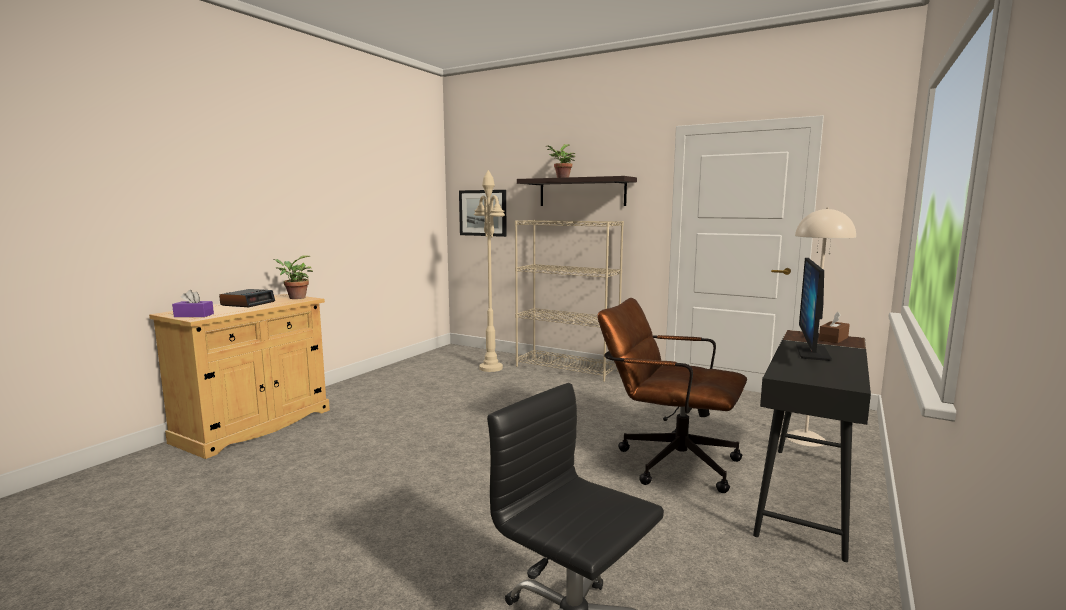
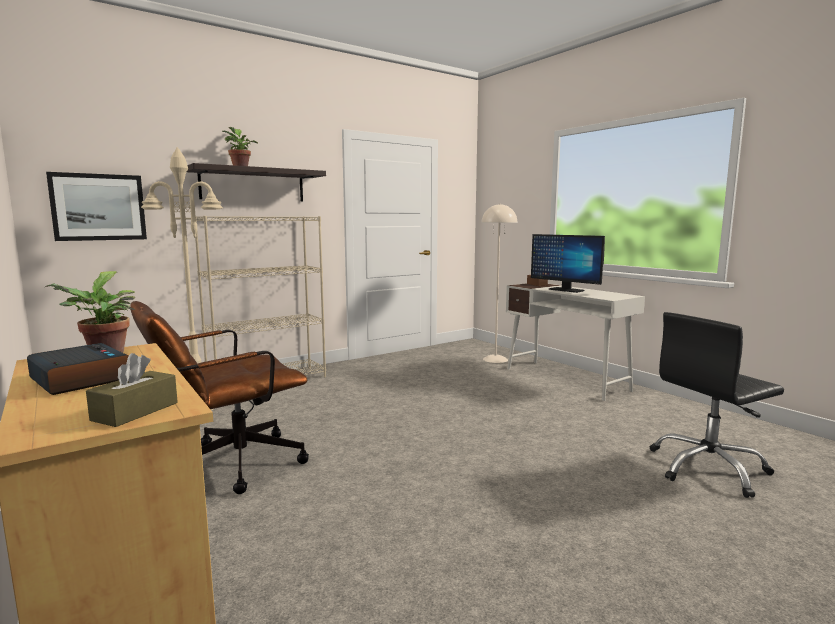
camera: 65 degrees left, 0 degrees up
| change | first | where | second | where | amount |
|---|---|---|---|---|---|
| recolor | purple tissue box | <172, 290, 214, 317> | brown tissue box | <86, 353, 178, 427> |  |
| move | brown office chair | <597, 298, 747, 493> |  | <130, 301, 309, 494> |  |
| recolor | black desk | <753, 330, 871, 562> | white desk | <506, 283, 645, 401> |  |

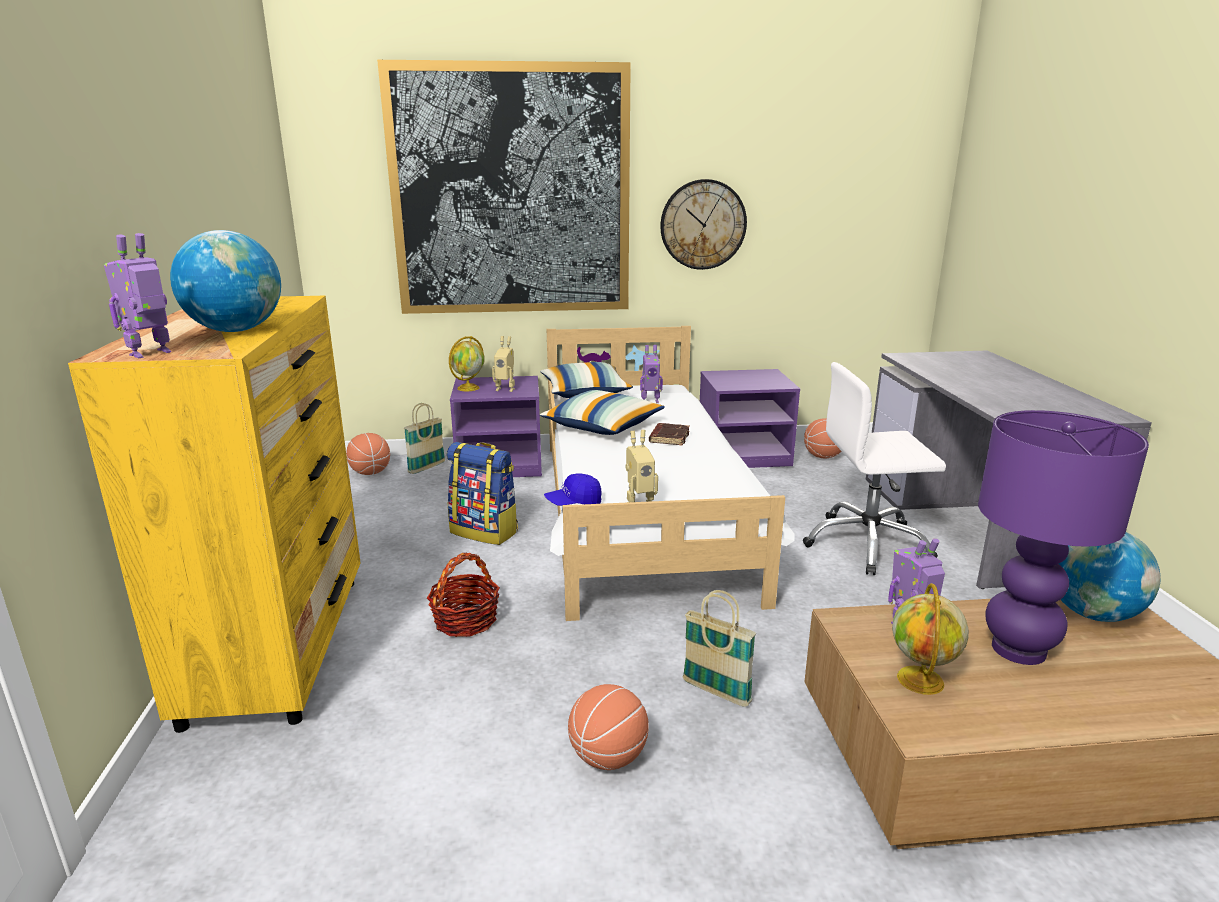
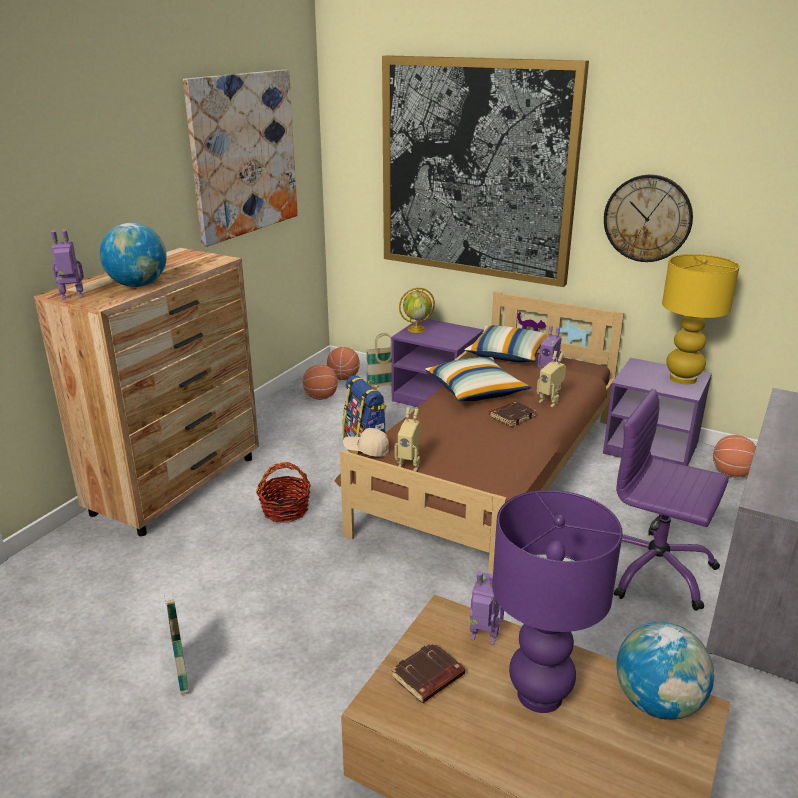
camera: 35 degrees right, 5 degrees up
| change | first | where | second | where | amount |
|---|---|---|---|---|---|
| recolor | yellow dresser | <68, 295, 361, 733> | brown dresser | <34, 248, 259, 536> |  |
| move | basket | <683, 590, 756, 707> |  | <164, 593, 189, 694> |  |
| insert |  |  | picture | <183, 70, 298, 247> |  |
| move | basketball | <568, 684, 649, 770> |  | <303, 365, 338, 400> |  |
| recolor | white bed | <546, 326, 795, 621> | brown bed | <334, 291, 624, 574> |  |
| recolor | blue cap | <544, 473, 601, 506> | beige cap | <343, 428, 389, 457> |  |
| replace | globe | <892, 583, 969, 695> | brown book | <391, 642, 465, 703> |  |
| move | toy robot | <492, 336, 515, 392> |  | <537, 351, 566, 407> |  |
| recolor | white office chair | <803, 362, 946, 575> | purple office chair | <614, 389, 729, 611> |  |
| insert |  |  | yellow table lamp | <662, 254, 740, 384> |  |

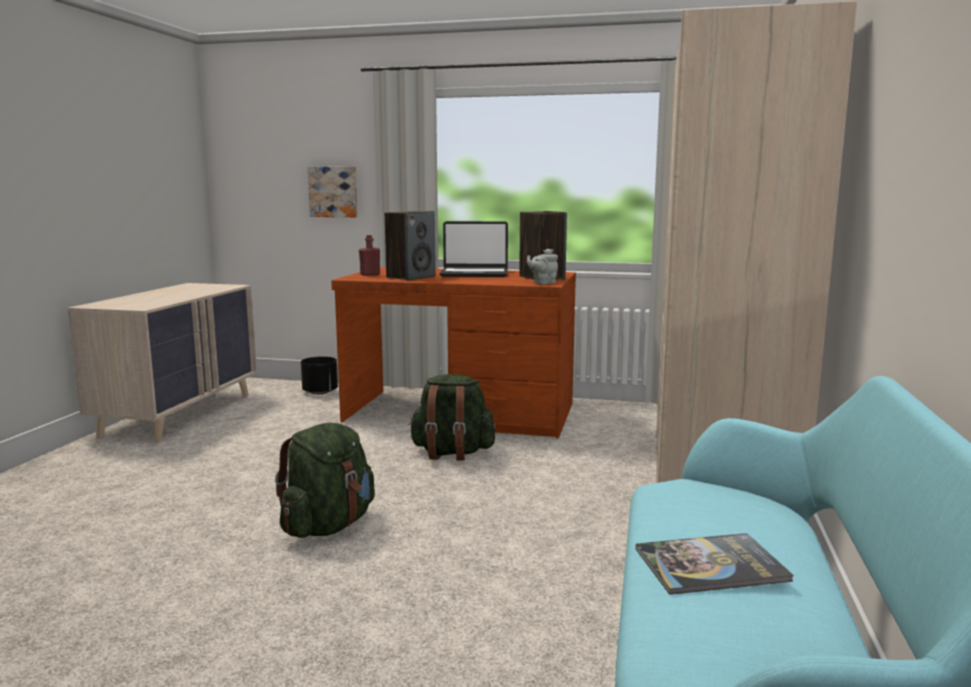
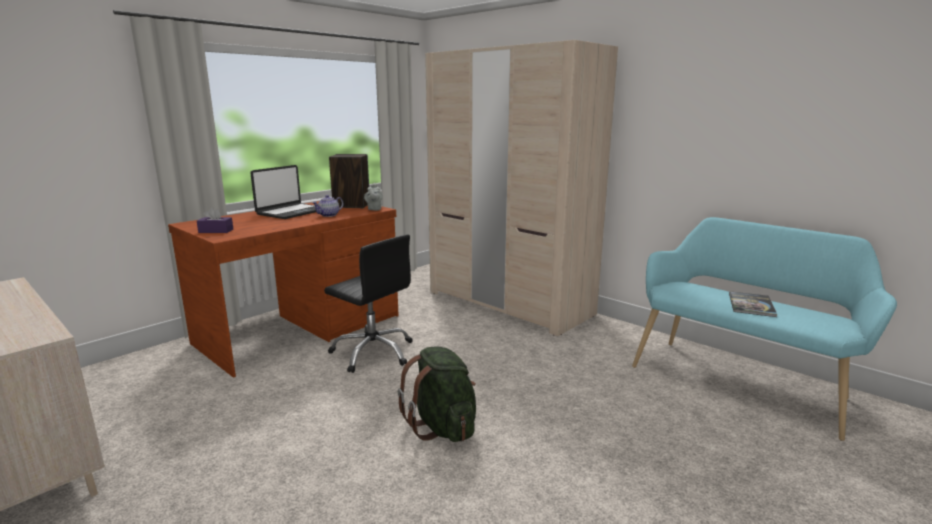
camera: 60 degrees left, 5 degrees up
| change | first | where | second | where | amount |
|---|---|---|---|---|---|
| replace | red bottle | <359, 235, 380, 276> | purple tissue box | <197, 207, 233, 233> |  |
| insert |  |  | teapot | <312, 195, 344, 217> |  |
| replace | green backpack | <409, 374, 496, 461> | black office chair | <324, 234, 413, 373> |  |
| delete | black planter | <301, 356, 338, 395> |  |  |  |
| delete | picture | <307, 166, 358, 217> |  |  |  |
| delete | speaker | <385, 211, 436, 281> |  |  |  |

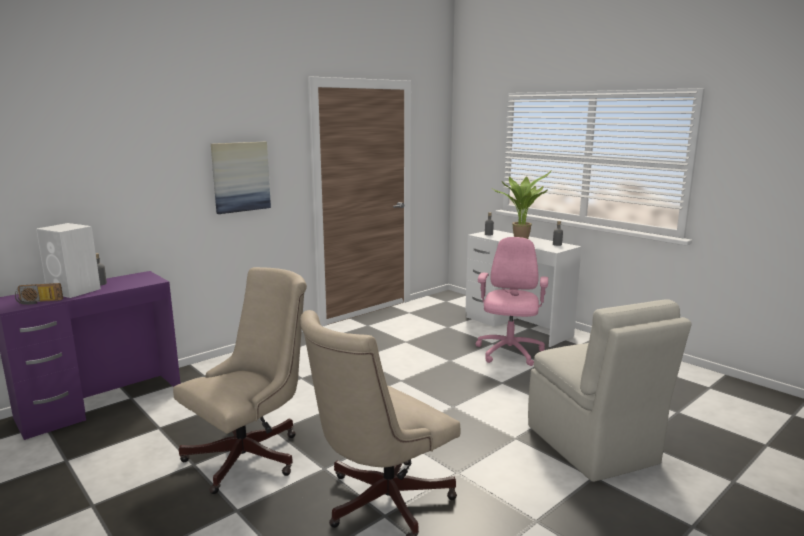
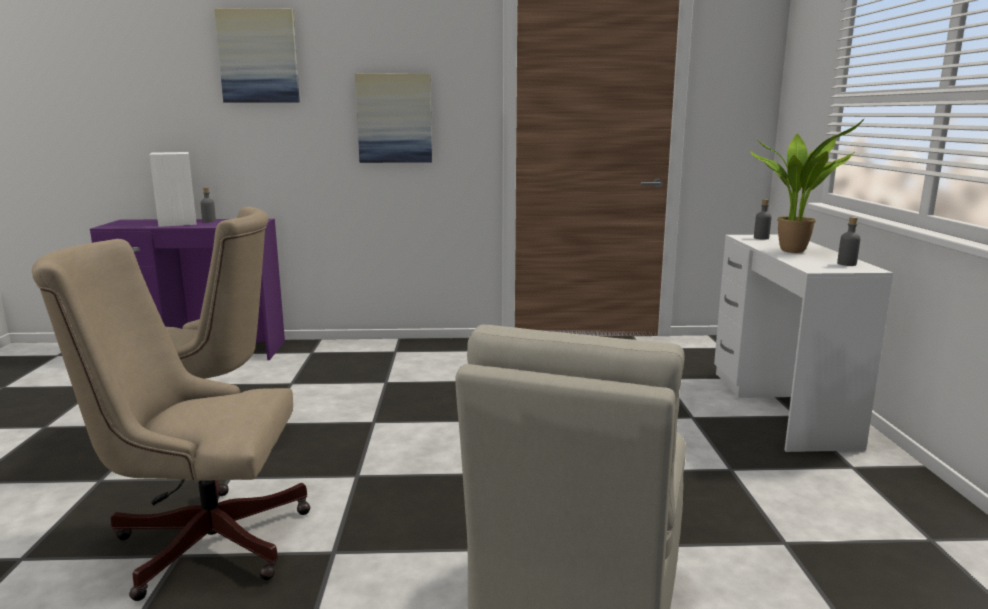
camera: 40 degrees right, 0 degrees up
| change | first | where | second | where | amount |
|---|---|---|---|---|---|
| insert |  |  | picture | <214, 8, 300, 103> |  |
| delete | radio | <15, 283, 63, 305> |  |  |  |
| delete | pink office chair | <476, 237, 548, 366> |  |  |  |

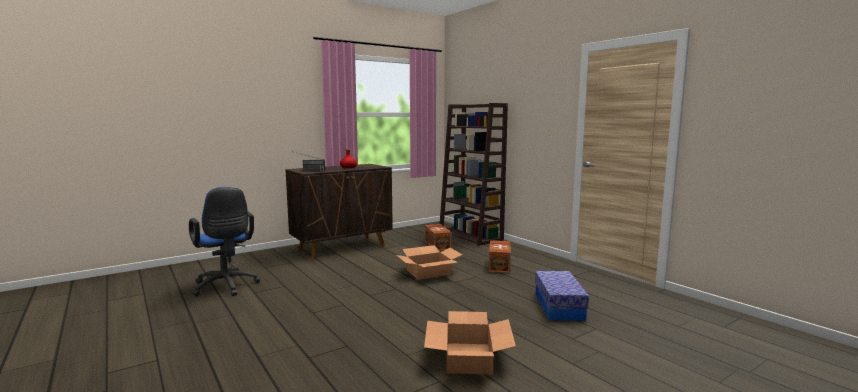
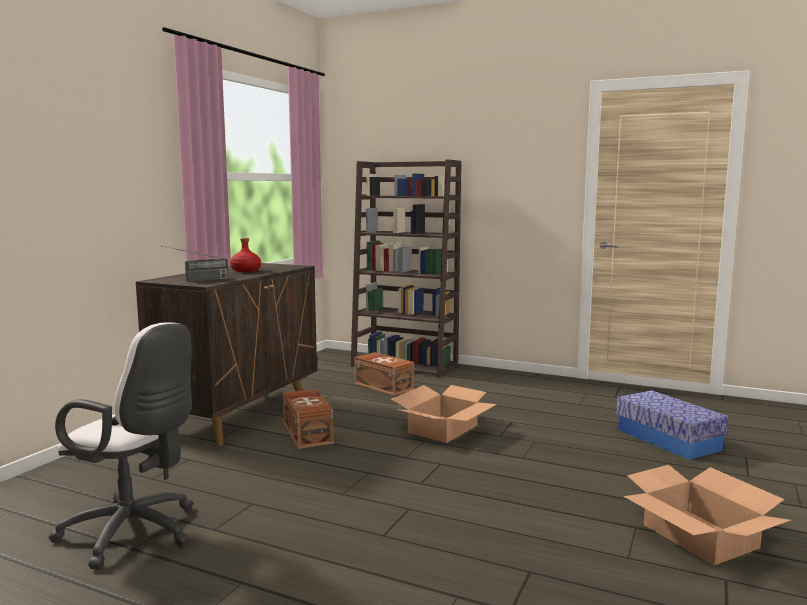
camera: 30 degrees left, 0 degrees up
| change | first | where | second | where | amount |
|---|---|---|---|---|---|
| recolor | blue office chair | <189, 187, 260, 296> | white office chair | <49, 322, 193, 569> |  |
| move | brown storage box | <489, 240, 511, 273> |  | <283, 389, 334, 449> |  |

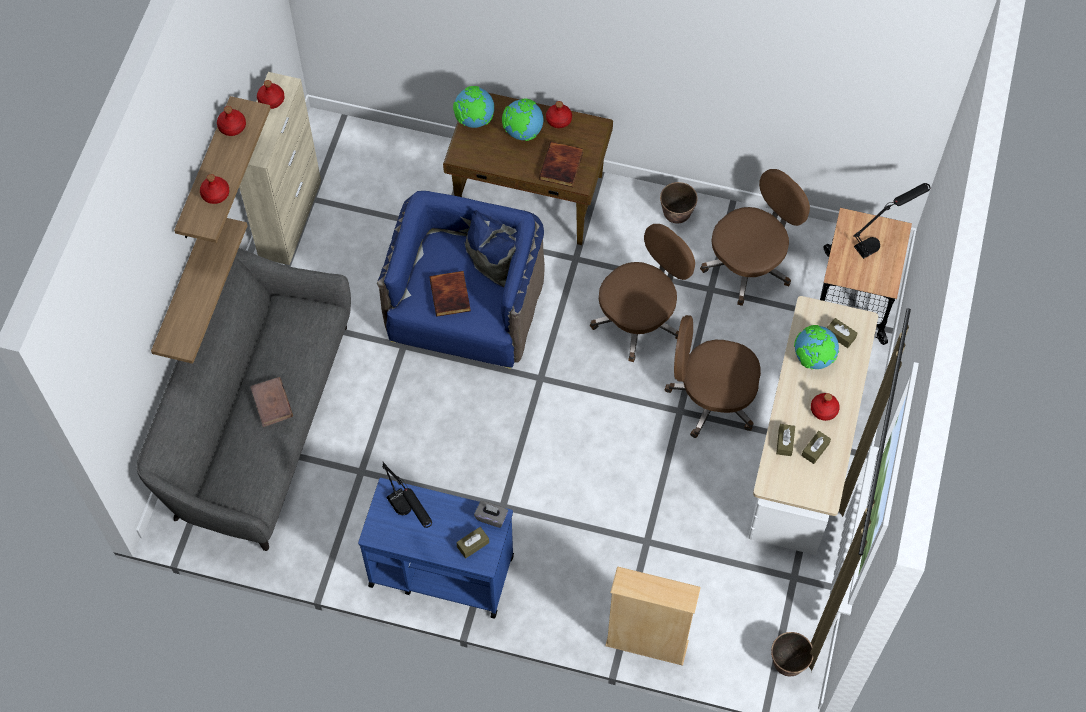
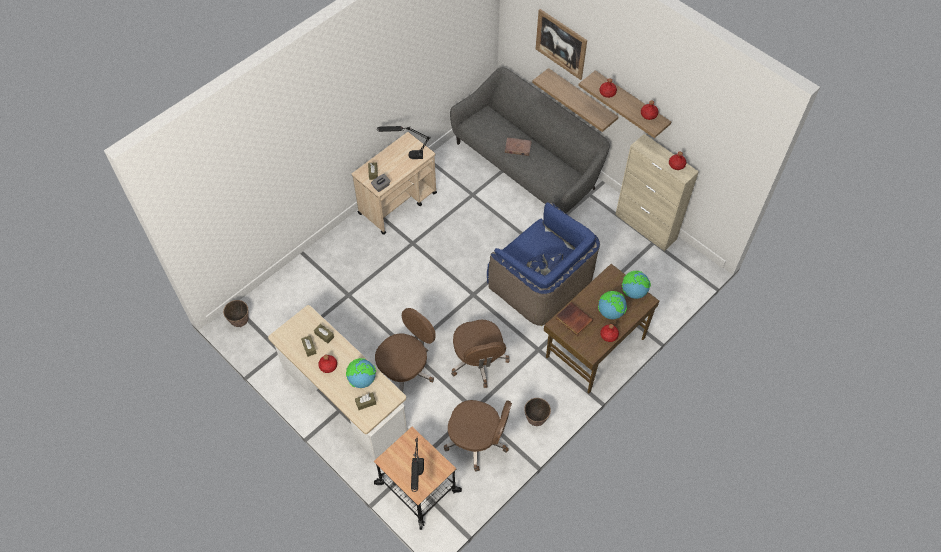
camera: 120 degrees right, 5 degrees down
| change | first | where | second | where | amount |
|---|---|---|---|---|---|
| recolor | blue cart | <358, 478, 514, 619> | beige cart | <352, 132, 437, 235> |  |
| rotate | brown office chair | <700, 169, 810, 306> |  | <444, 400, 512, 471> | 60 degrees counterclockwise |
| insert |  |  | picture | <536, 9, 587, 80> |  |
| delete | book | <429, 271, 471, 317> |  |  |  |
| delete | beige bookcase | <605, 566, 701, 666> |  |  |  |

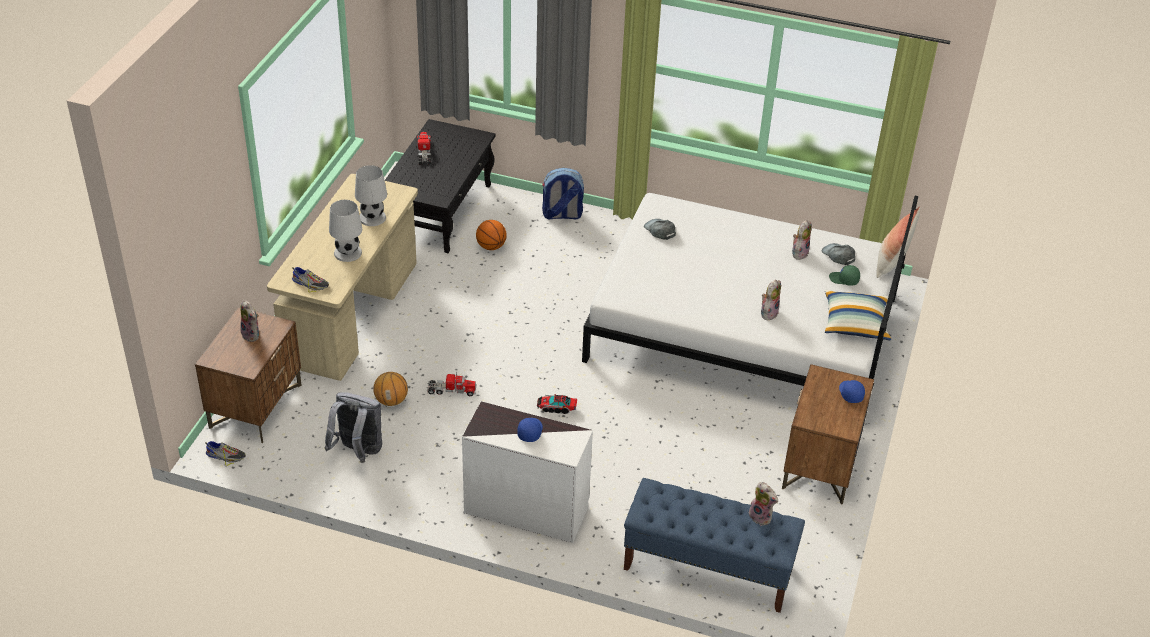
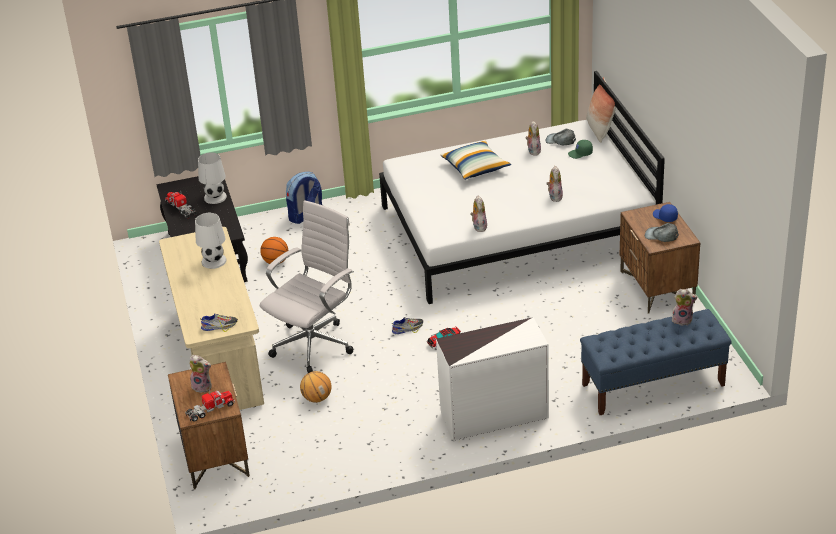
camera: 30 degrees left, 5 degrees down
| change | first | where | second | where | amount |
|---|---|---|---|---|---|
| move | toy truck | <427, 372, 476, 396> |  | <185, 389, 235, 423> |  |
| move | white table lamp | <329, 200, 362, 262> |  | <198, 152, 227, 204> |  |
| insert |  |  | white office chair | <260, 200, 354, 373> |  |
| move | shoe | <205, 441, 246, 466> |  | <392, 317, 424, 334> |  |
| move | pillow | <825, 290, 891, 340> |  | <440, 140, 511, 180> |  |
| insert |  |  | plush toy | <470, 196, 487, 232> |  |
| move | grey cap | <644, 219, 676, 240> |  | <645, 223, 679, 242> |  |
| delete | grey backpack | <325, 392, 382, 463> |  |  |  |
| delete | blue cap | <517, 418, 543, 442> |  |  |  |

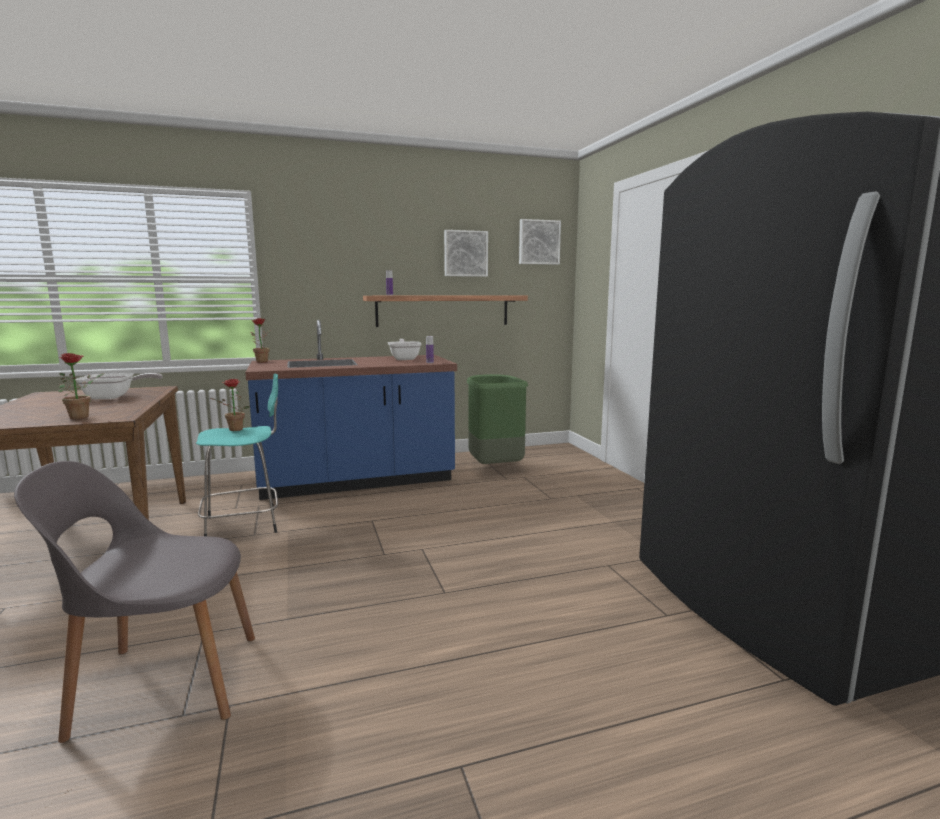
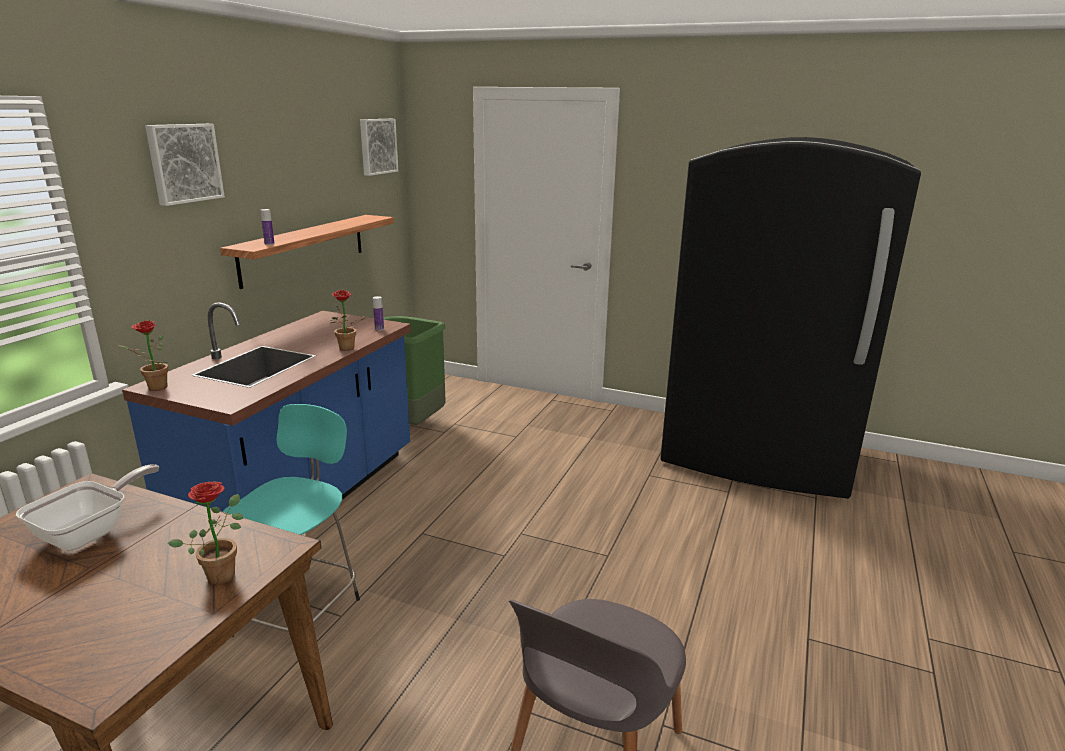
camera: 50 degrees left, 10 degrees up
| change | first | where | second | where | amount |
|---|---|---|---|---|---|
| move | picture | <444, 230, 488, 277> |  | <145, 124, 225, 206> |  |
| move | potted plant | <211, 379, 250, 431> |  | <330, 290, 365, 351> |  |
| delete | frying pan | <388, 339, 422, 360> |  |  |  |

